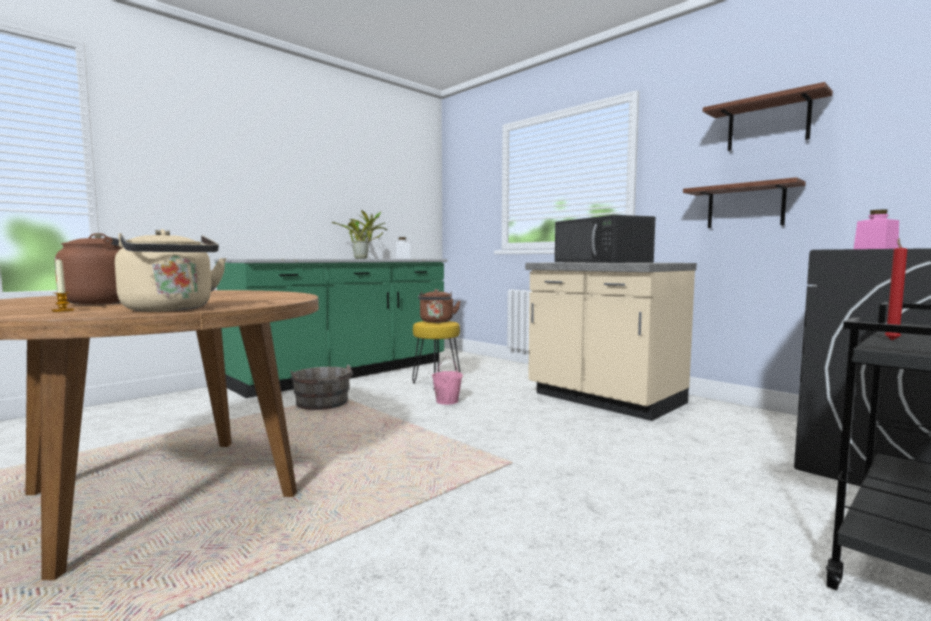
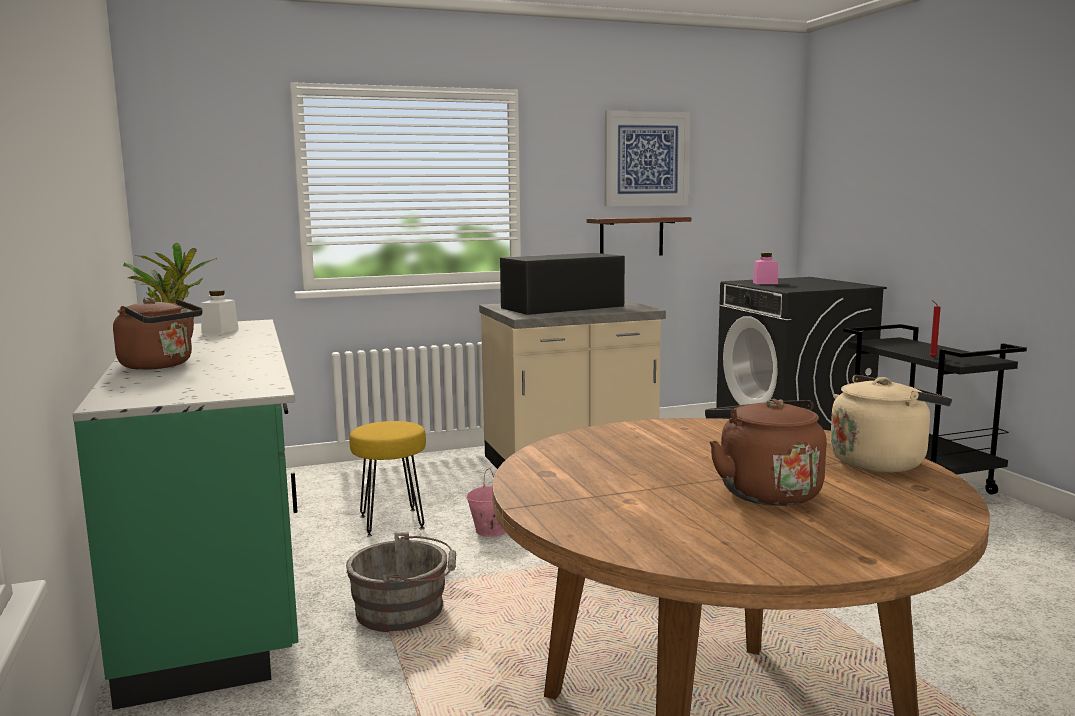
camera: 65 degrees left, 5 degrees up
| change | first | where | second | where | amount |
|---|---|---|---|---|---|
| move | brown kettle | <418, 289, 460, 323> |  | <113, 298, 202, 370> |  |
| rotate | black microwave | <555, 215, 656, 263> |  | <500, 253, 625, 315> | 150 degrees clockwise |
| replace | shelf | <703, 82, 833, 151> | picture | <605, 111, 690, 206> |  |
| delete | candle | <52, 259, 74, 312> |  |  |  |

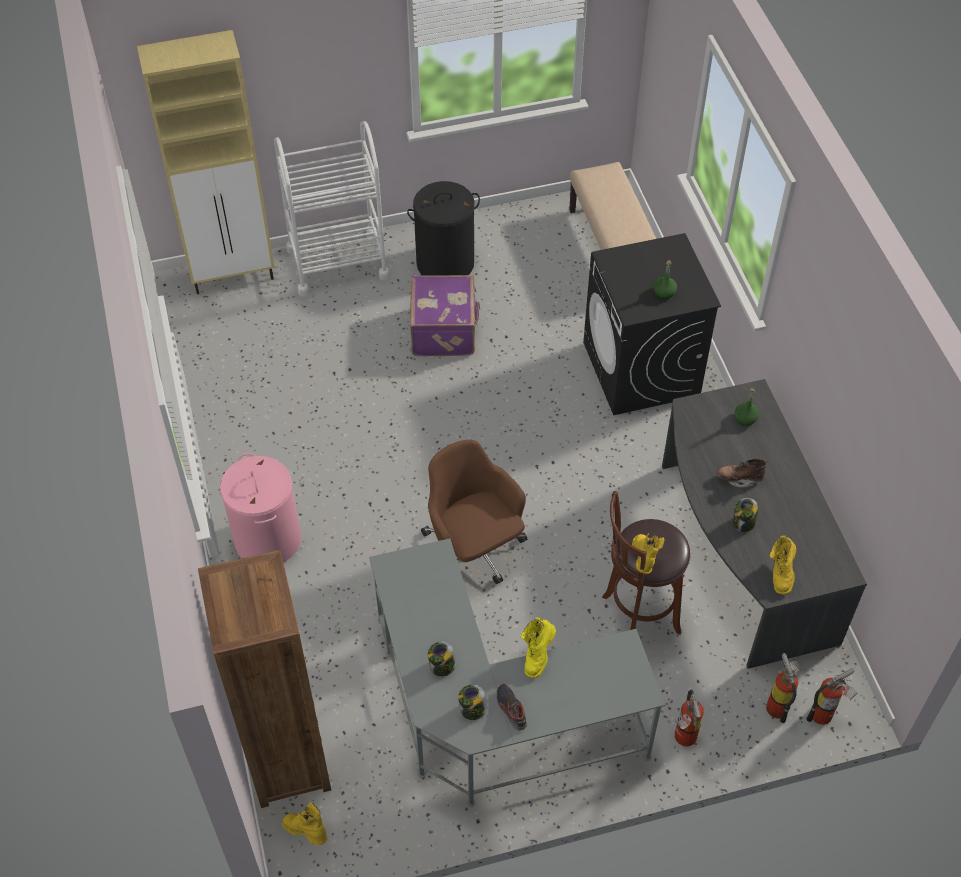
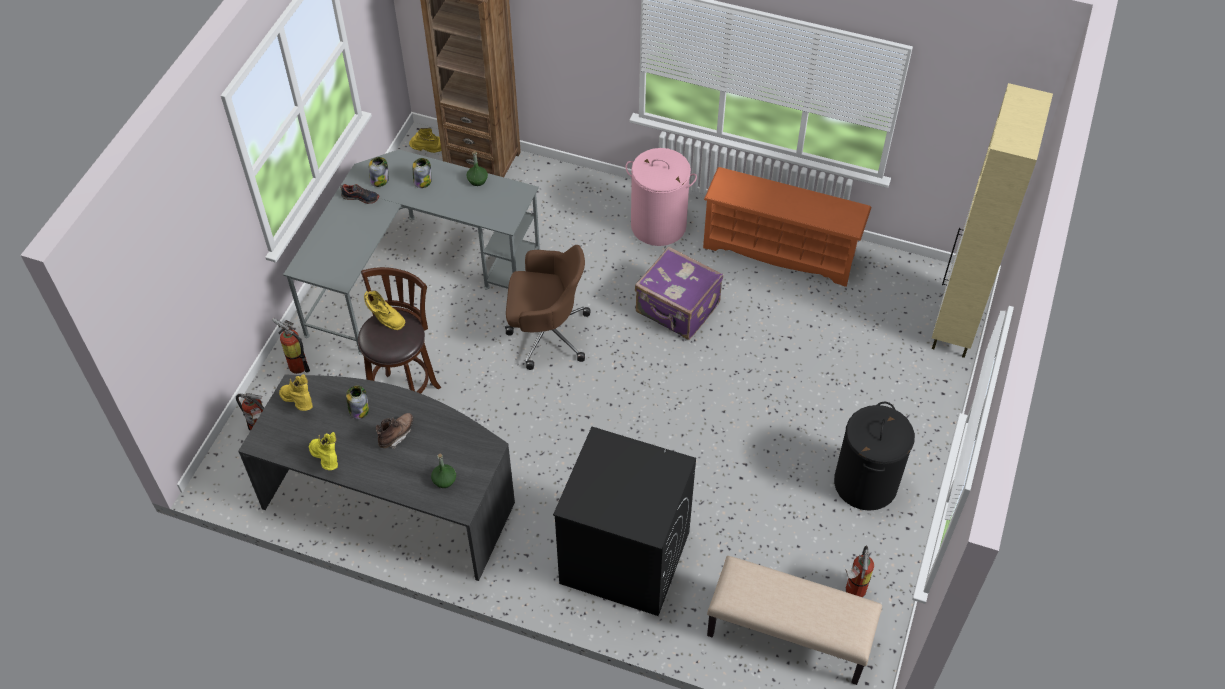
camera: 125 degrees right, 0 degrees up
| change | first | where | second | where | amount |
|---|---|---|---|---|---|
| move | yellow boot | <521, 618, 556, 678> |  | <309, 432, 338, 470> |  |
| move | green bottle | <653, 260, 677, 299> |  | <466, 151, 488, 186> |  |
| move | purple suitcase | <410, 275, 480, 356> |  | <635, 246, 723, 340> |  |
| insert |  |  | orange shoe rack | <703, 167, 872, 287> |  |
| move | fire extinguisher | <806, 668, 858, 725> |  | <845, 546, 874, 597> |  |
| delete | white cart | <274, 121, 390, 297> |  |  |  |

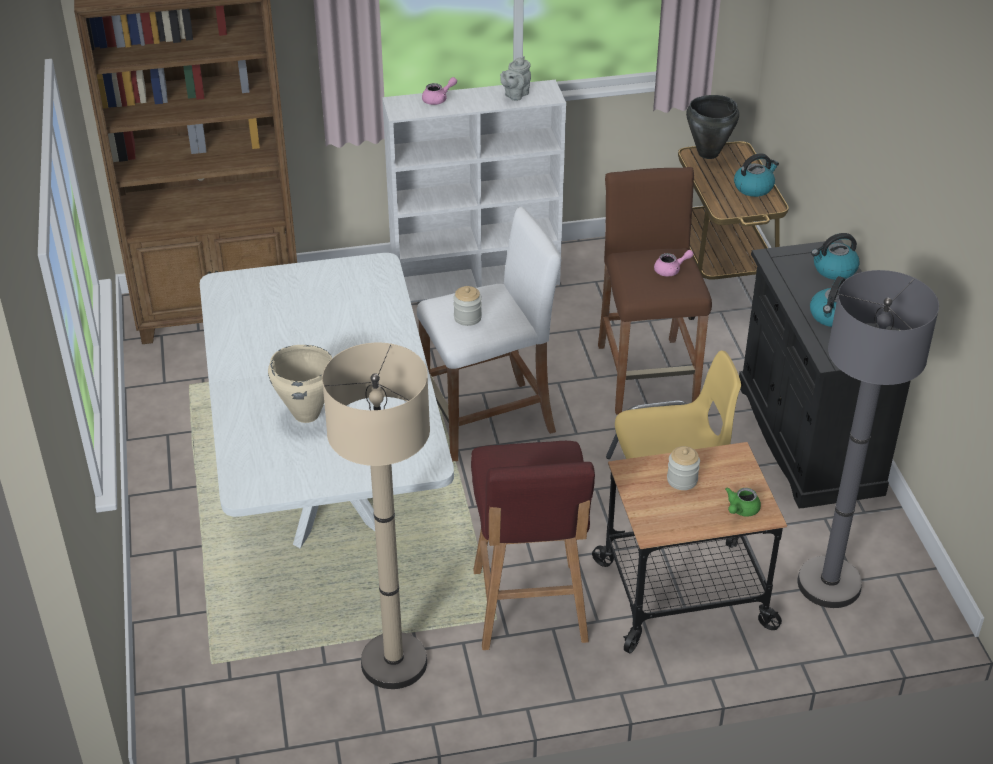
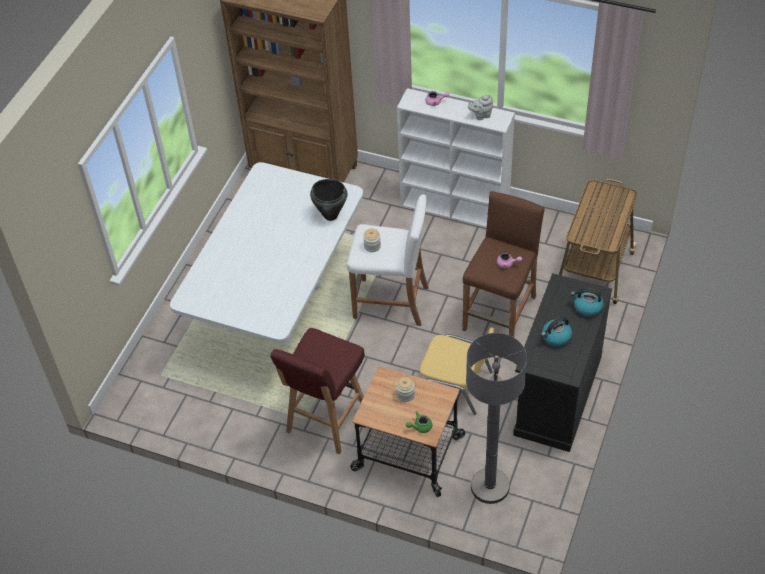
camera: 35 degrees right, 10 degrees up
| change | first | where | second | where | amount |
|---|---|---|---|---|---|
| move | black cooking pot | <686, 95, 739, 159> |  | <310, 179, 347, 221> |  |
| delete | beige cooking pot | <268, 345, 332, 423> |  |  |  |
| delete | beige floor lamp | <322, 343, 430, 689> |  |  |  |
| delete | kettle | <734, 153, 779, 197> |  |  |  |

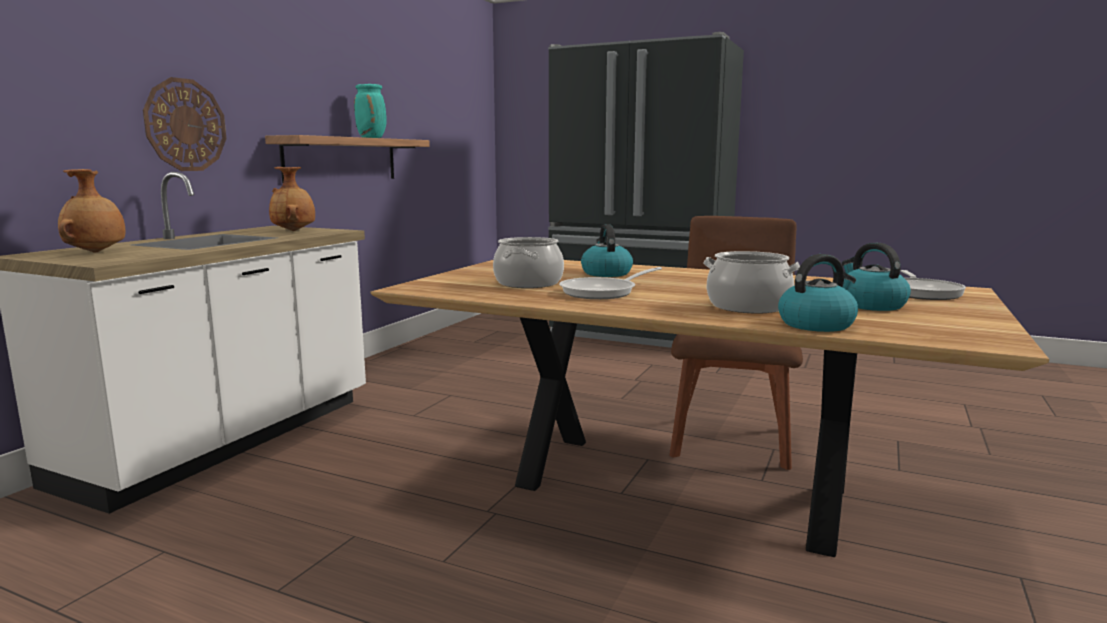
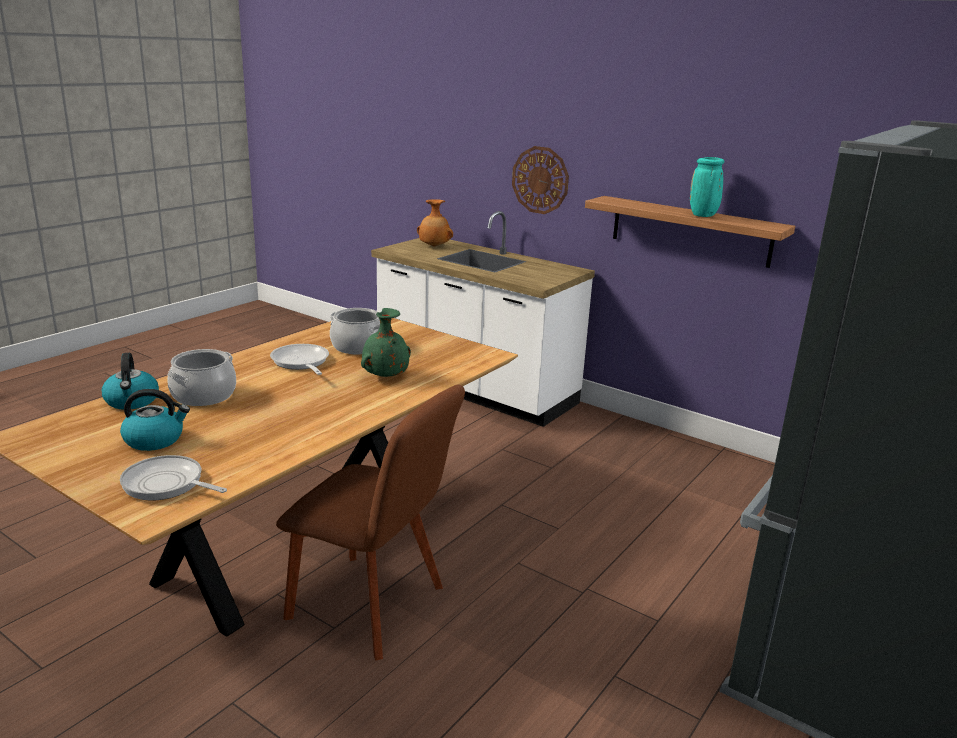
camera: 100 degrees right, 10 degrees up
| change | first | where | second | where | amount |
|---|---|---|---|---|---|
| replace | kettle | <581, 224, 633, 277> | green vase | <361, 308, 411, 377> |  |
| delete | brown vase | <269, 167, 315, 231> |  |  |  |

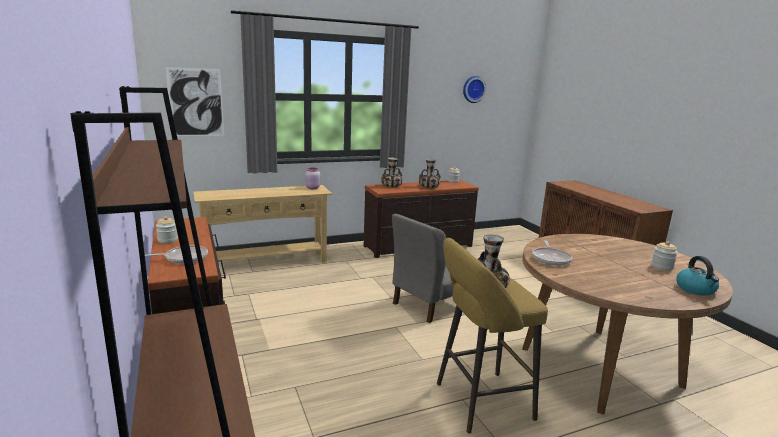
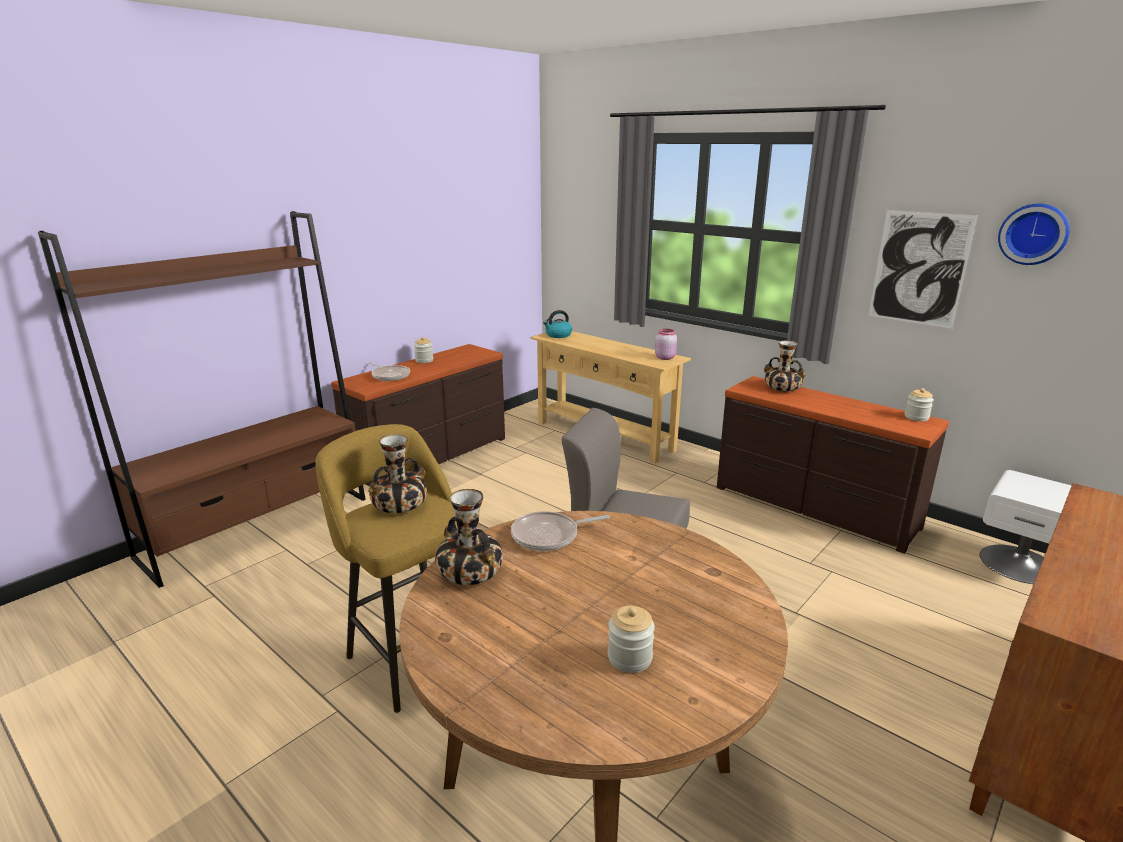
camera: 65 degrees right, 5 degrees up
| change | first | where | second | where | amount |
|---|---|---|---|---|---|
| move | vase | <419, 159, 441, 188> |  | <435, 489, 503, 585> |  |
| move | kettle | <676, 256, 719, 296> |  | <543, 310, 572, 338> |  |
| move | picture | <166, 67, 224, 136> |  | <868, 210, 978, 329> |  |
| insert |  |  | white nightstand | <980, 470, 1072, 584> |  |

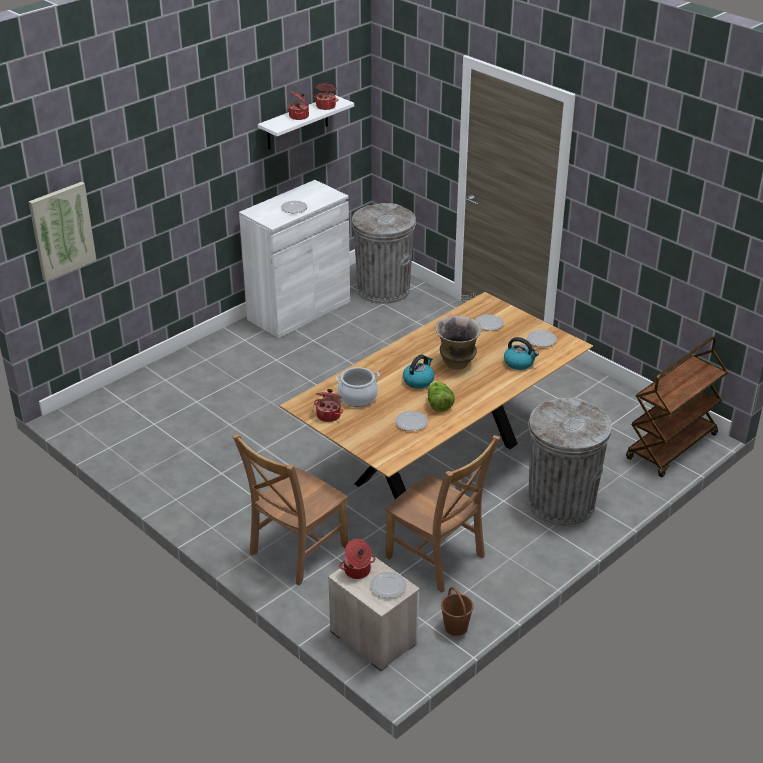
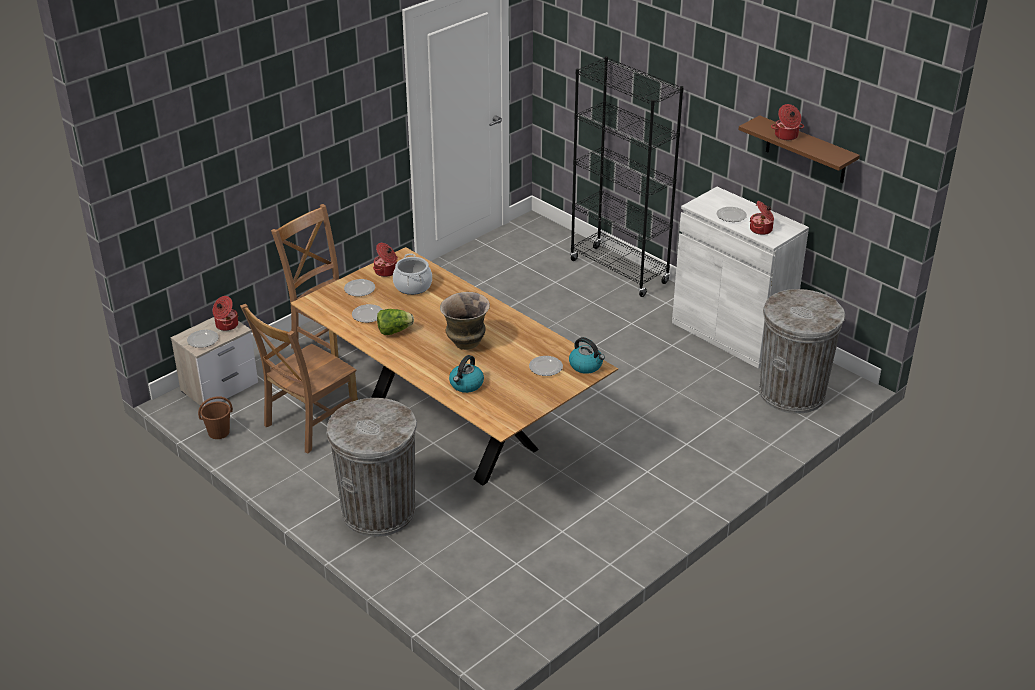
camera: 90 degrees right, 0 degrees up
| change | first | where | second | where | amount |
|---|---|---|---|---|---|
| move | plate | <527, 330, 557, 347> |  | <344, 279, 375, 296> |  |
| move | kettle | <403, 355, 434, 389> |  | <569, 337, 605, 374> |  |
| insert |  |  | black bookcase | <570, 56, 684, 297> |  |
| recolor | white shelf | <258, 95, 354, 149> | brown shelf | <738, 115, 860, 183> |  |
| move | cooking pot | <313, 82, 338, 110> |  | <750, 201, 774, 235> |  |
| delete | picture | <29, 182, 96, 281> |  |  |  |
| delete | brown cart | <626, 336, 728, 477> |  |  |  |

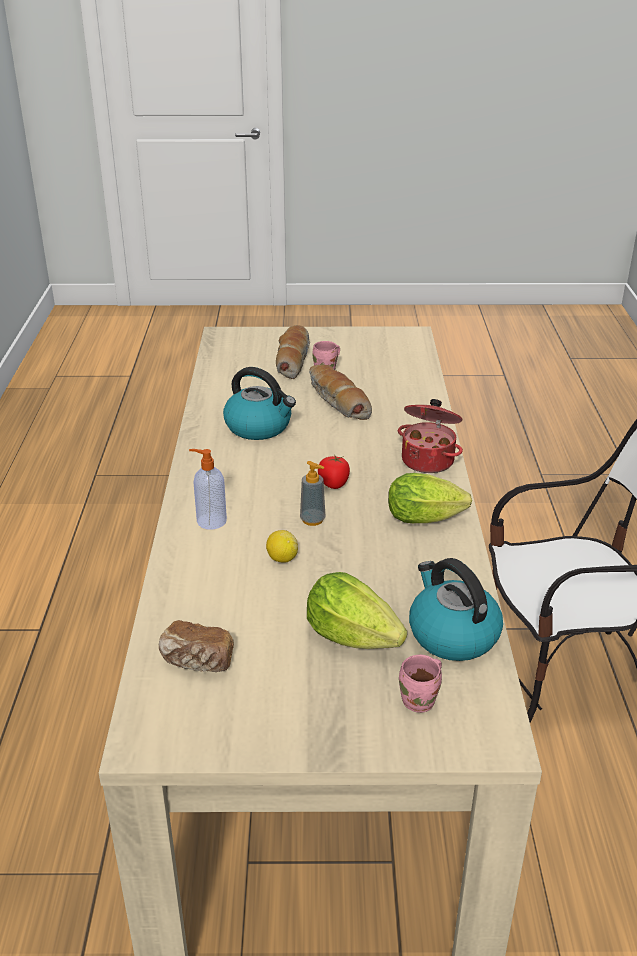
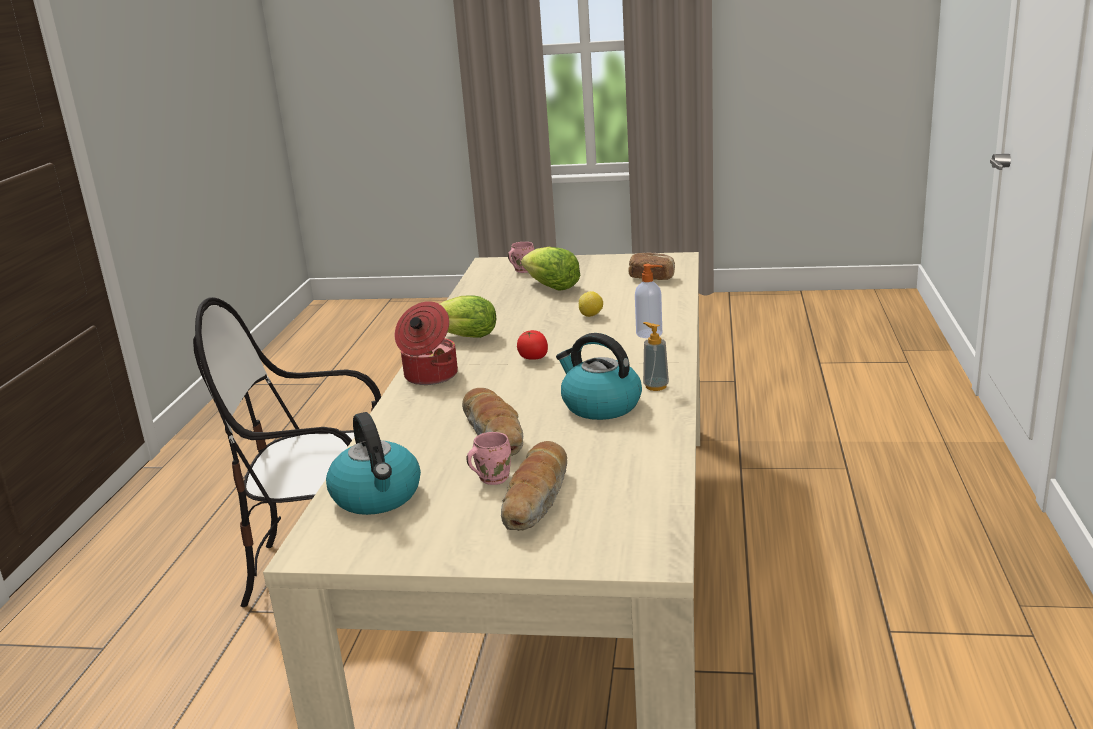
camera: 170 degrees left, 10 degrees down
| change | first | where | second | where | amount |
|---|---|---|---|---|---|
| move | kettle | <409, 558, 503, 661> |  | <326, 412, 421, 515> |  |
| move | soap dispenser | <300, 461, 325, 526> |  | <643, 322, 669, 391> |  |

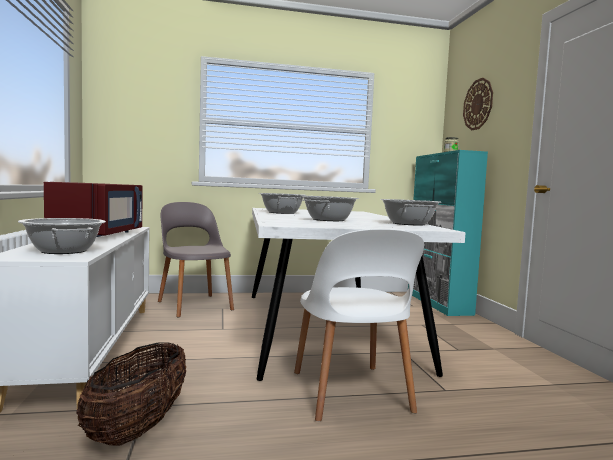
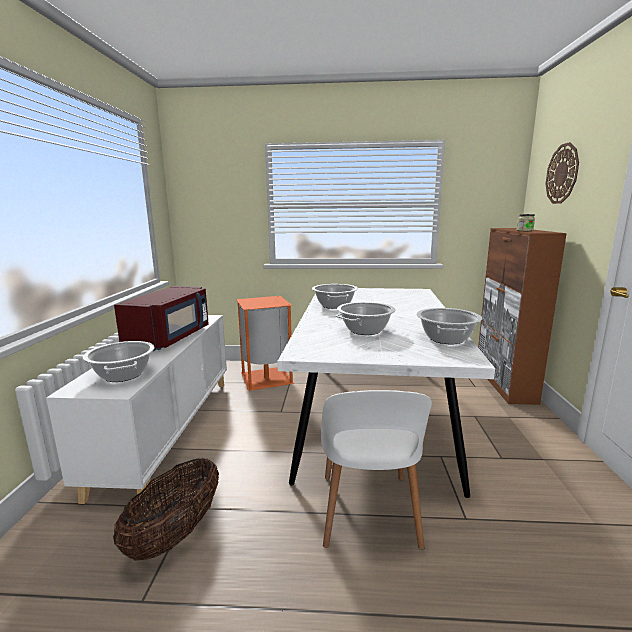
camera: 15 degrees right, 10 degrees up
| change | first | where | second | where | amount |
|---|---|---|---|---|---|
| replace | grey chair | <158, 202, 234, 317> | orange trash can | <236, 296, 294, 391> |  |
| recolor | turquoise cabinet | <408, 150, 488, 316> | brown cabinet | <478, 228, 567, 405> |  |

